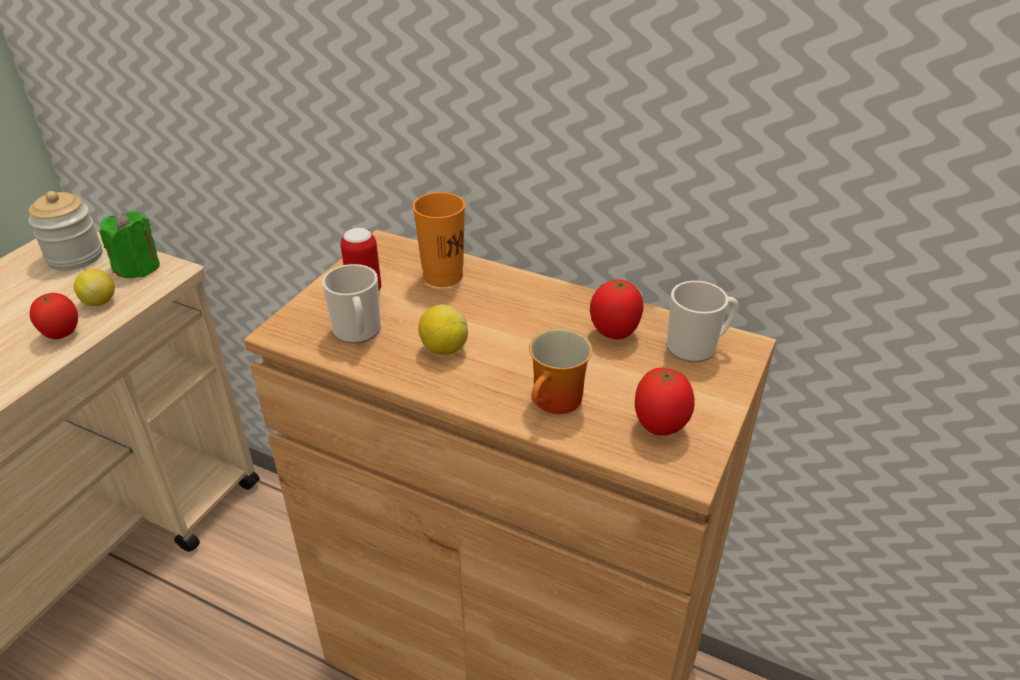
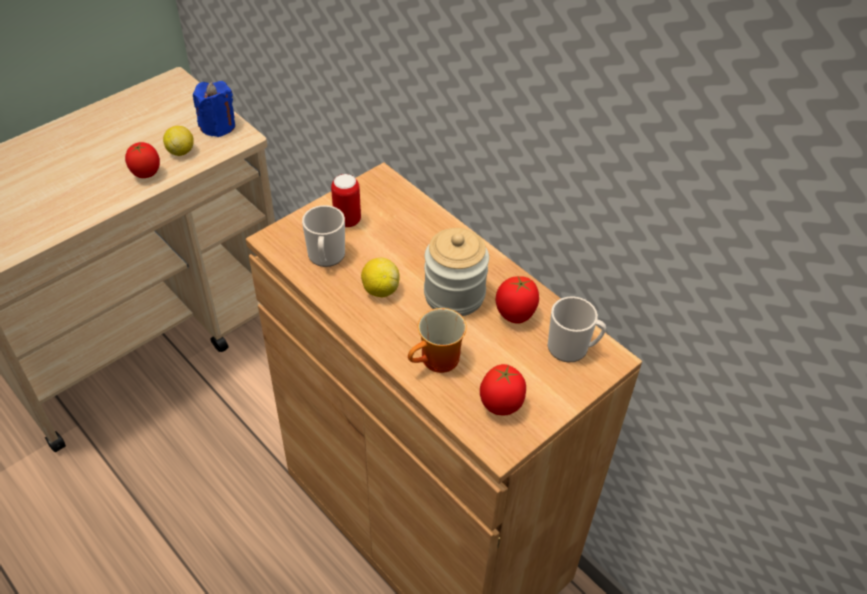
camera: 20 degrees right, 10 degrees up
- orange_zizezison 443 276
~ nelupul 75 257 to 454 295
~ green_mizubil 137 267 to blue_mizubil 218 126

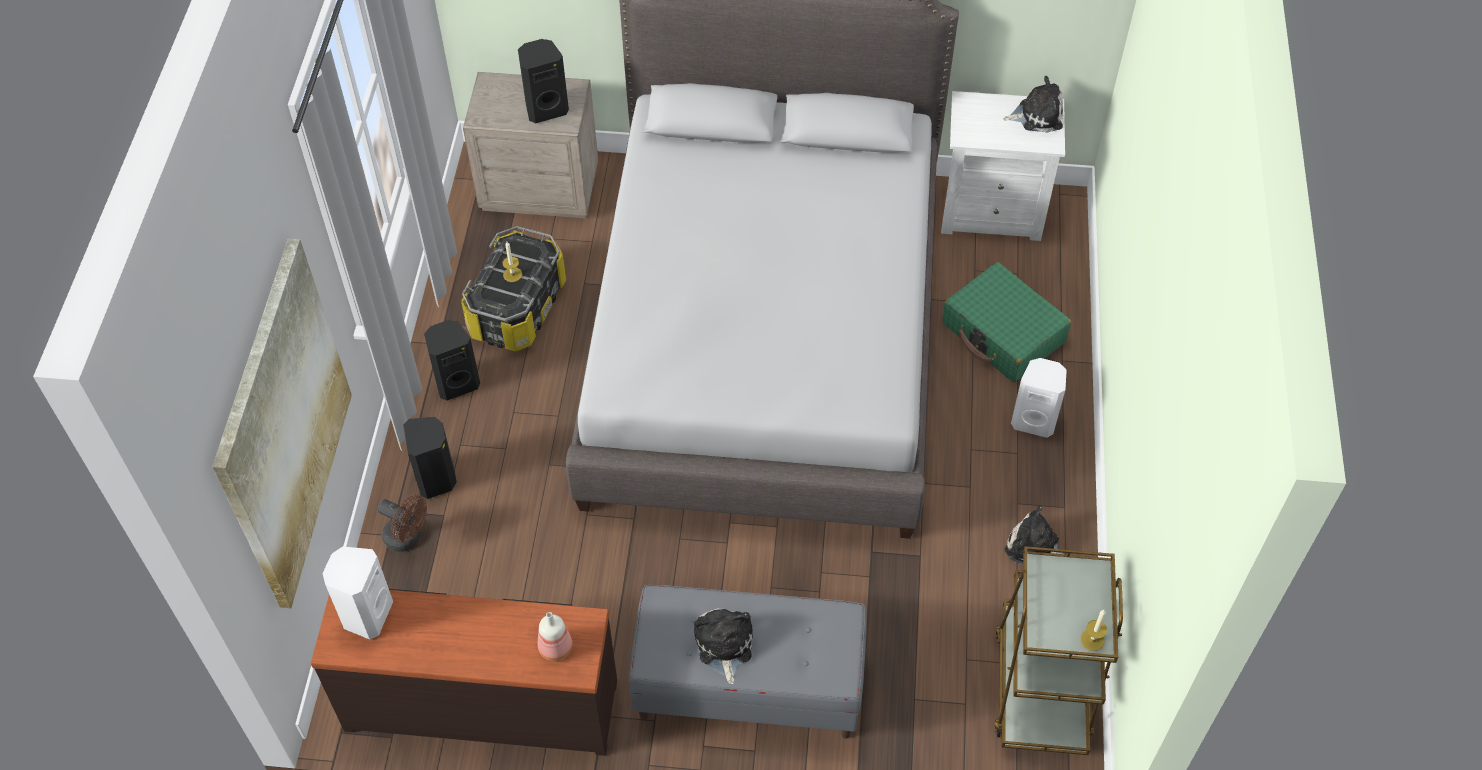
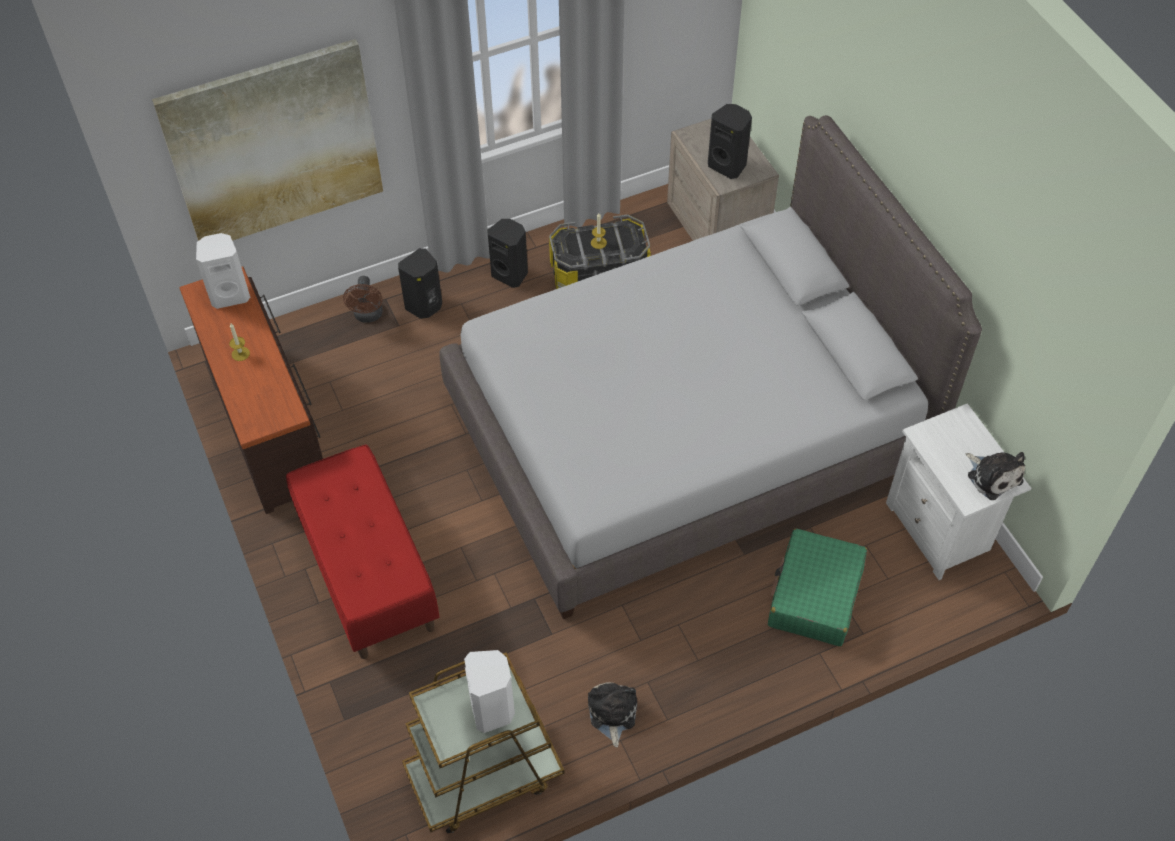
camera: 60 degrees right, 0 degrees up
- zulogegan 556 649
- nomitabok 723 646
~ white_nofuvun 1034 420 to 493 709
~ mizubil 1092 639 to 240 353
~ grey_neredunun 748 687 to red_neredunun 367 573

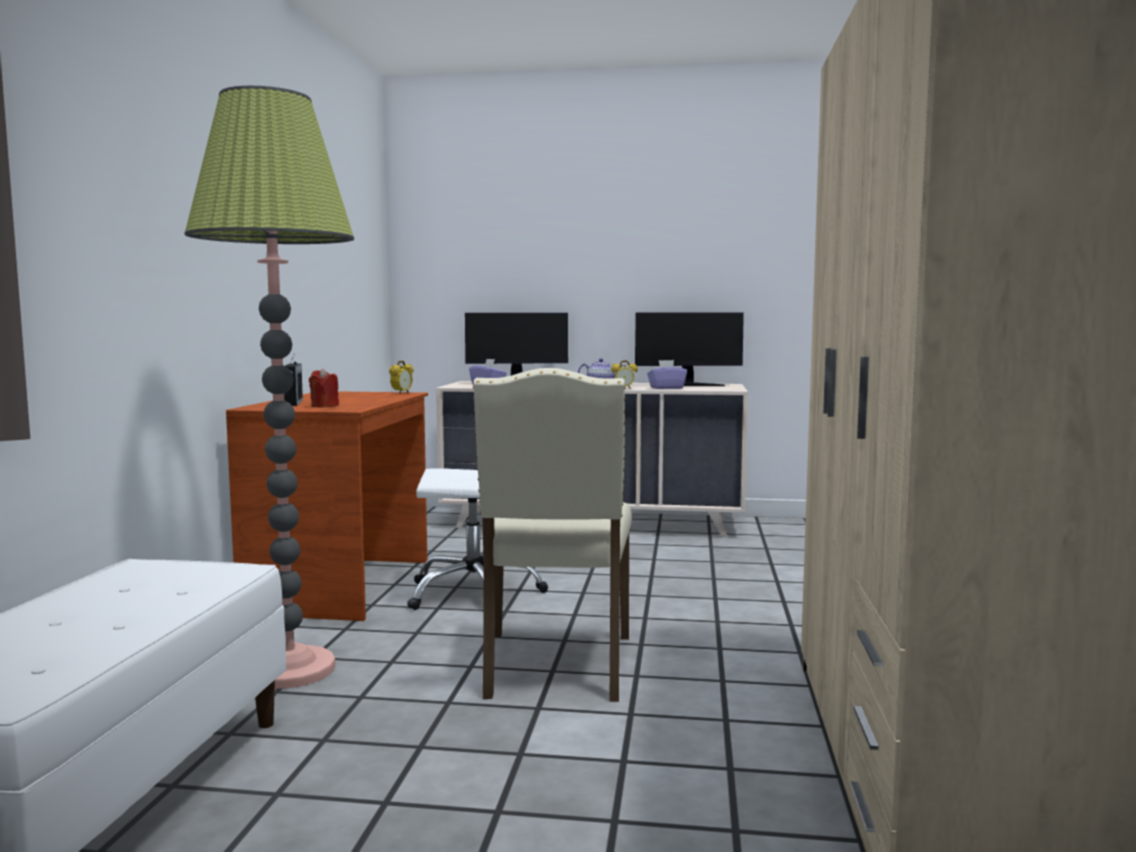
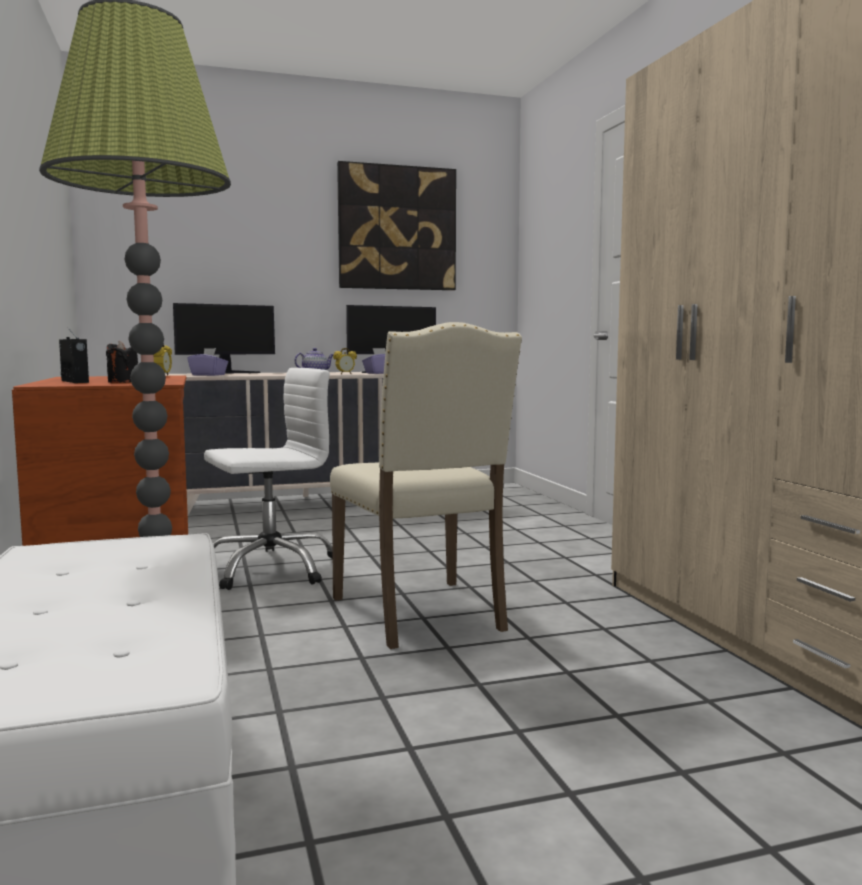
camera: 25 degrees left, 0 degrees up
+ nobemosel 397 228
~ red_mizubil 324 406 to black_mizubil 122 382

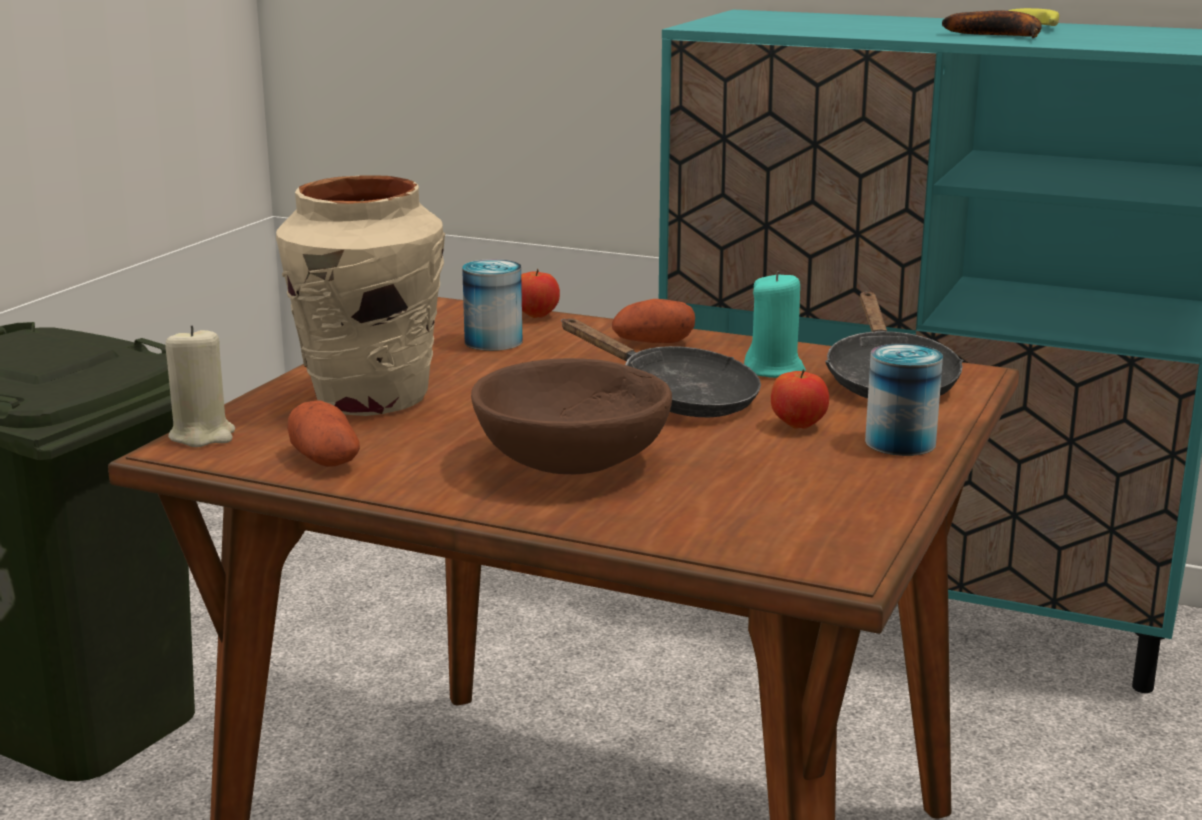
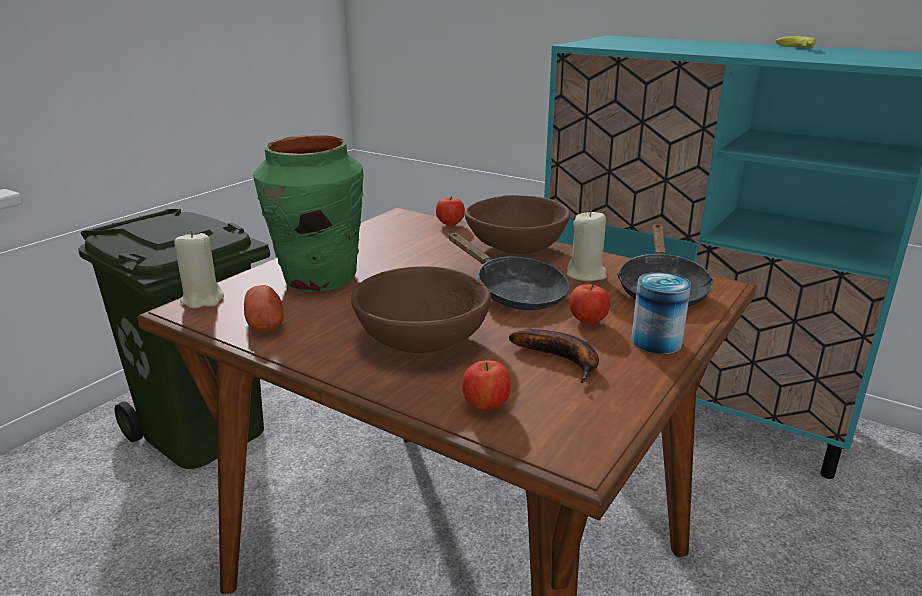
camera: 10 degrees right, 5 degrees up
- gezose 493 341
+ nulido 486 406
~ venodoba 1001 36 to 562 360
~ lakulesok 653 343 to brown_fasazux 514 248
~ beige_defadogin 370 399 to green_defadogin 319 279
~ turquoise_mizubil 774 370 to beige_mizubil 586 274

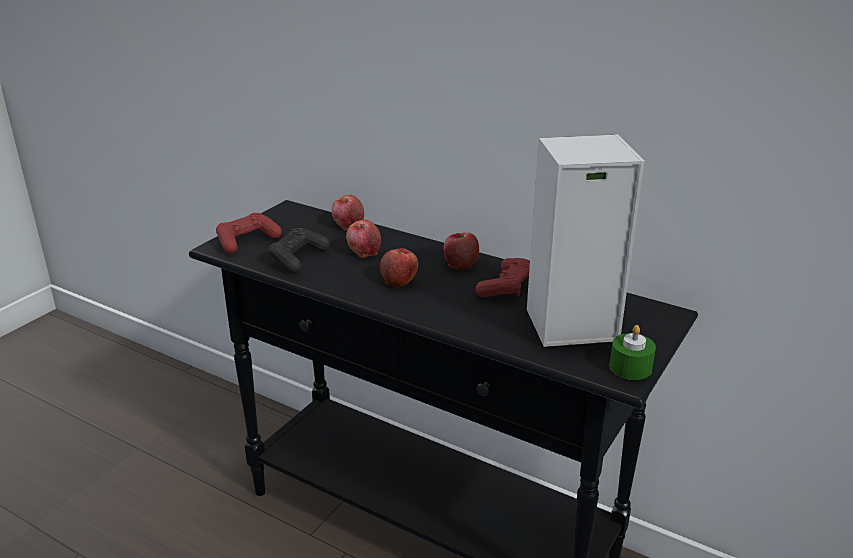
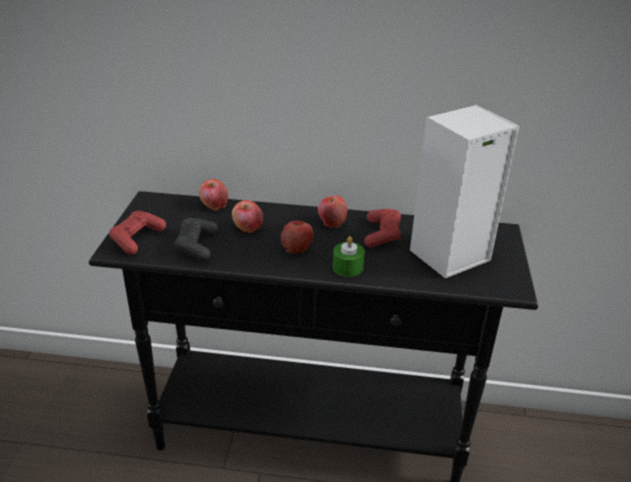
camera: 25 degrees left, 5 degrees up
~ green_mizubil 630 367 to 348 267

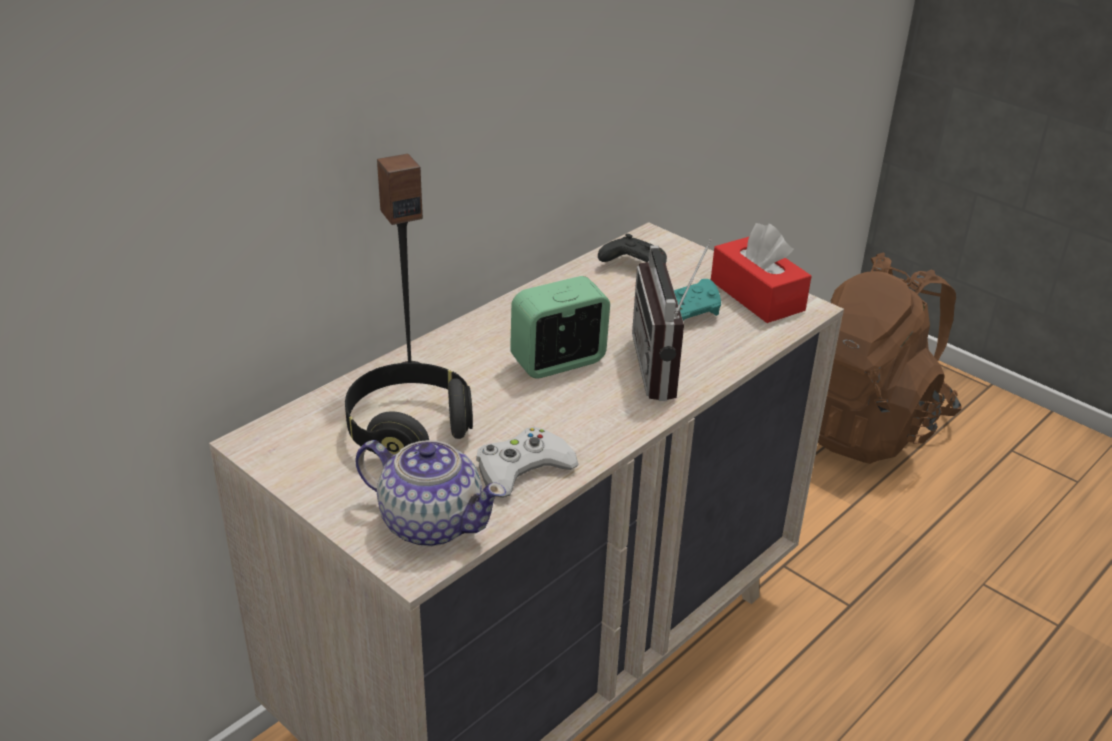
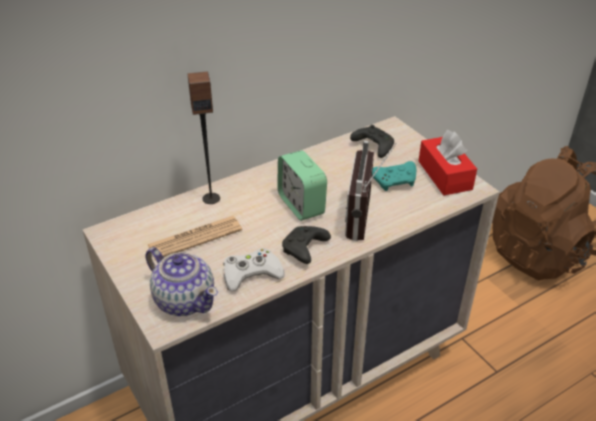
camera: 15 degrees right, 5 degrees up
+ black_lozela 304 250
~ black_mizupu 408 430 to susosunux 195 238
~ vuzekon 559 362 = 301 205 105 degrees counterclockwise

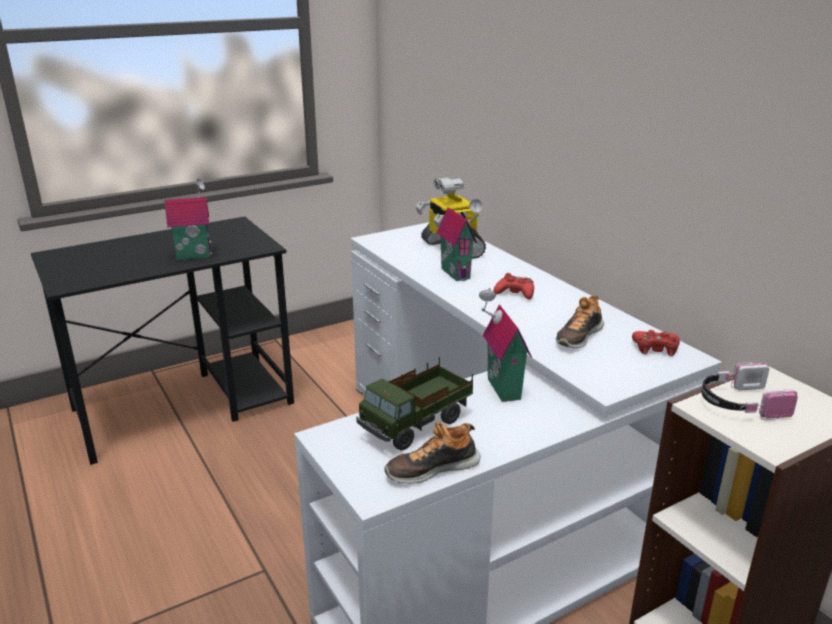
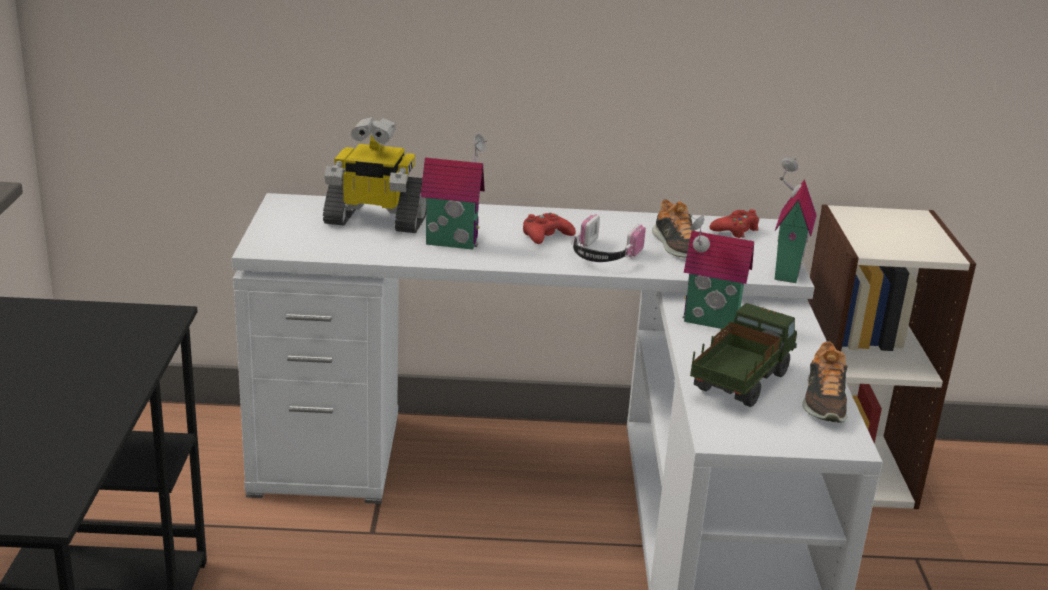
camera: 60 degrees left, 0 degrees up
~ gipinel 193 255 to 784 271
~ mizupu 739 404 to 603 255
~ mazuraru 417 425 = 740 383 135 degrees counterclockwise

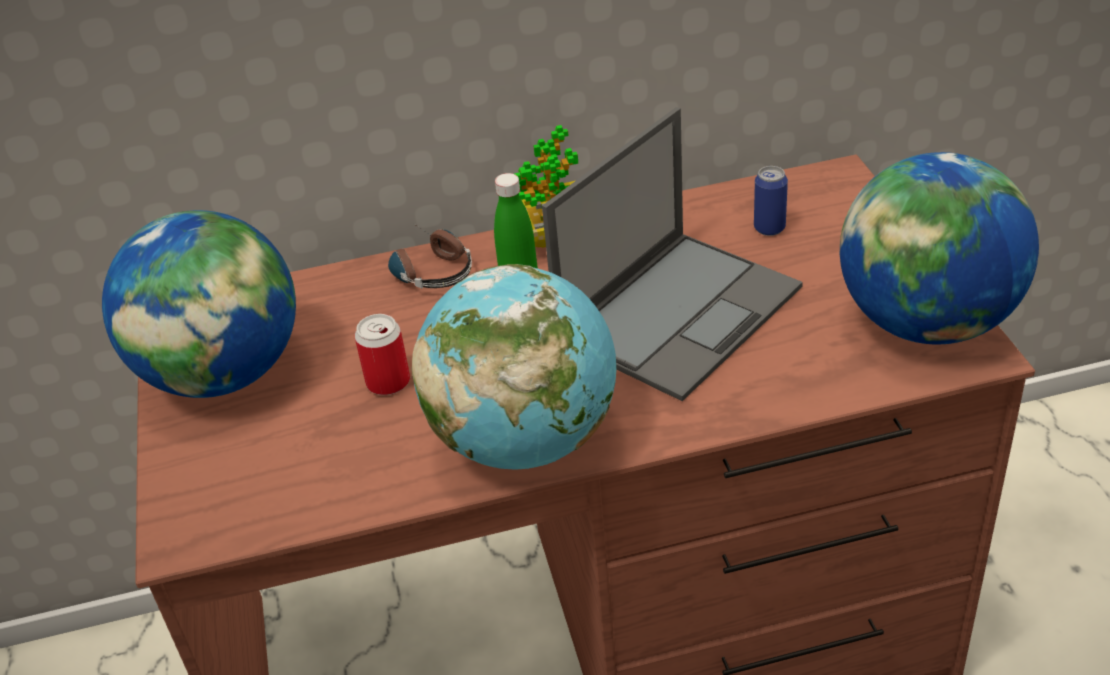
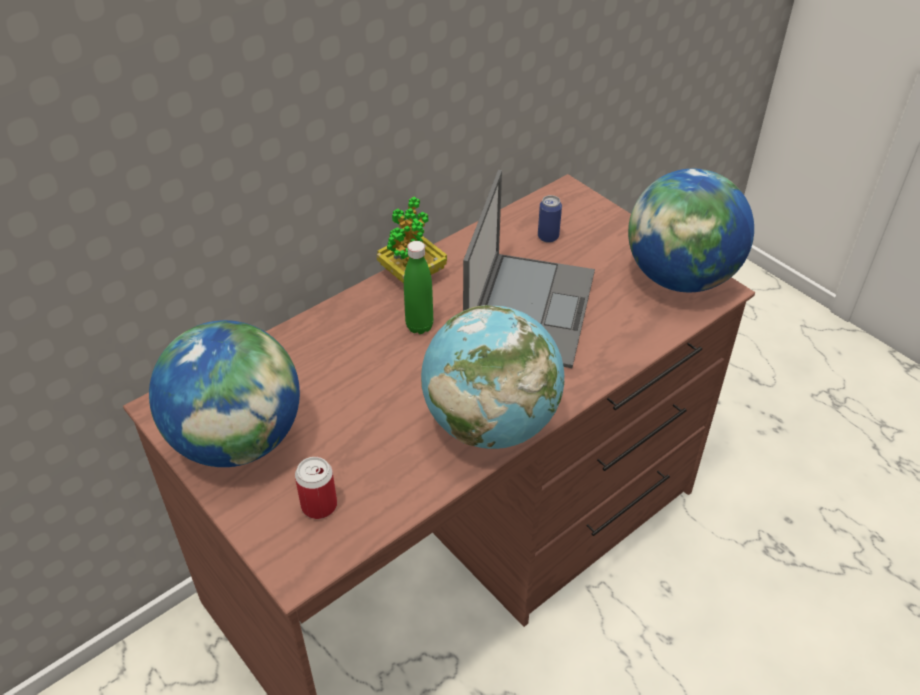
camera: 30 degrees left, 5 degrees up
- mizupu 428 268
~ gezose 388 382 to 319 505

